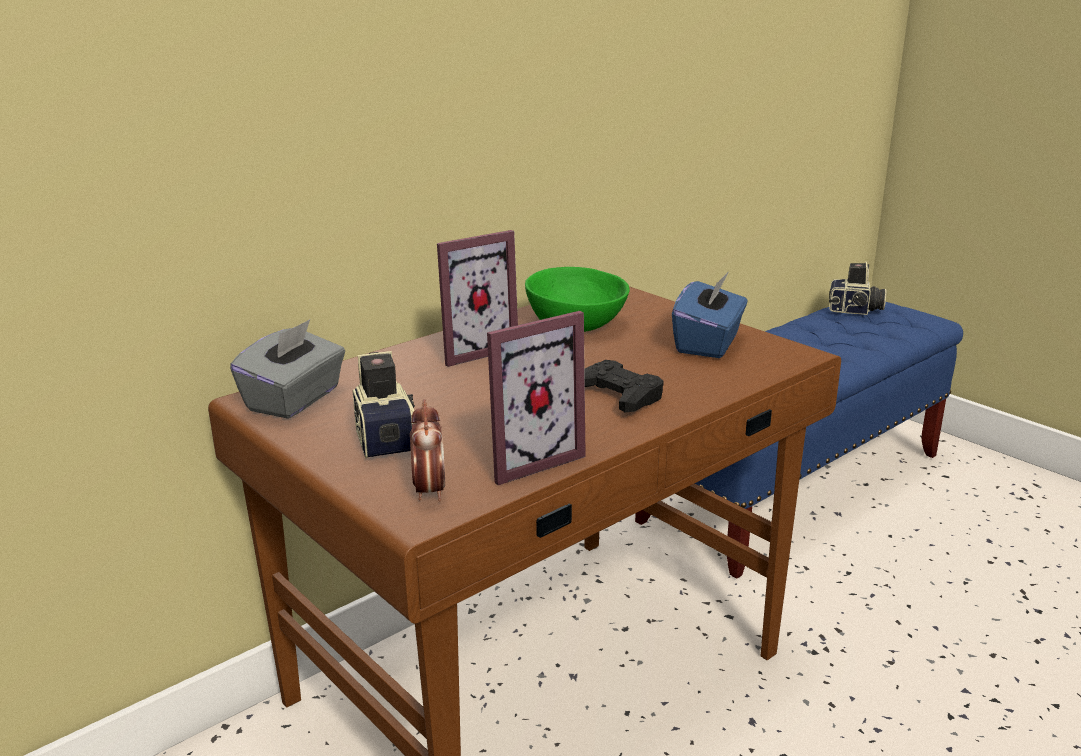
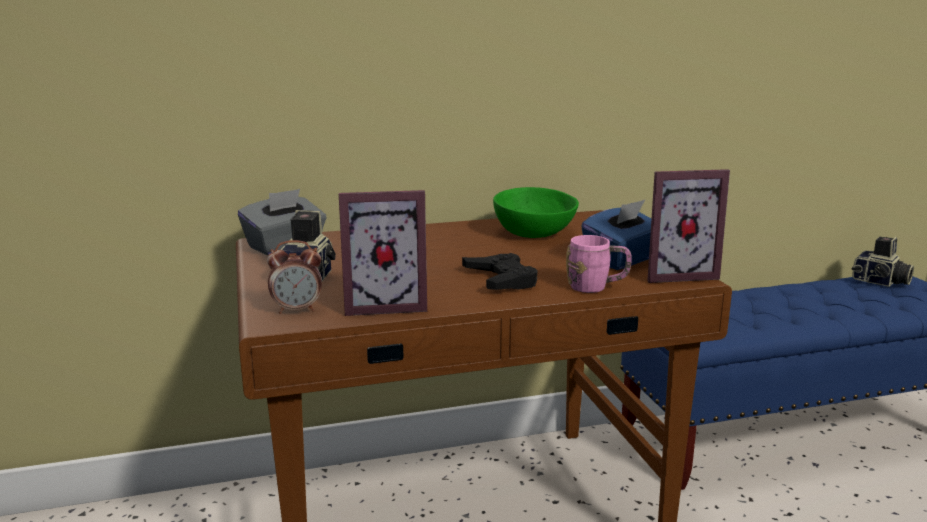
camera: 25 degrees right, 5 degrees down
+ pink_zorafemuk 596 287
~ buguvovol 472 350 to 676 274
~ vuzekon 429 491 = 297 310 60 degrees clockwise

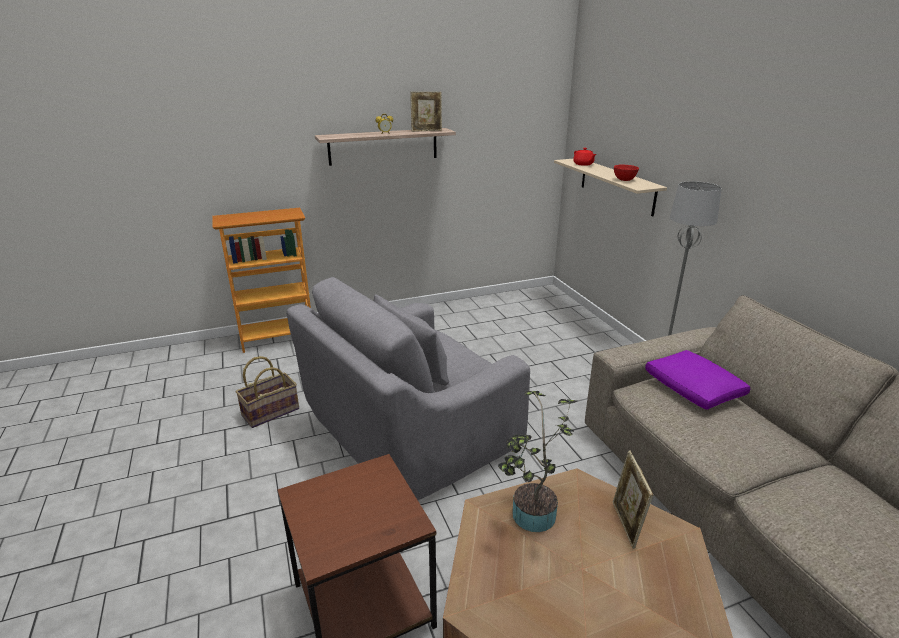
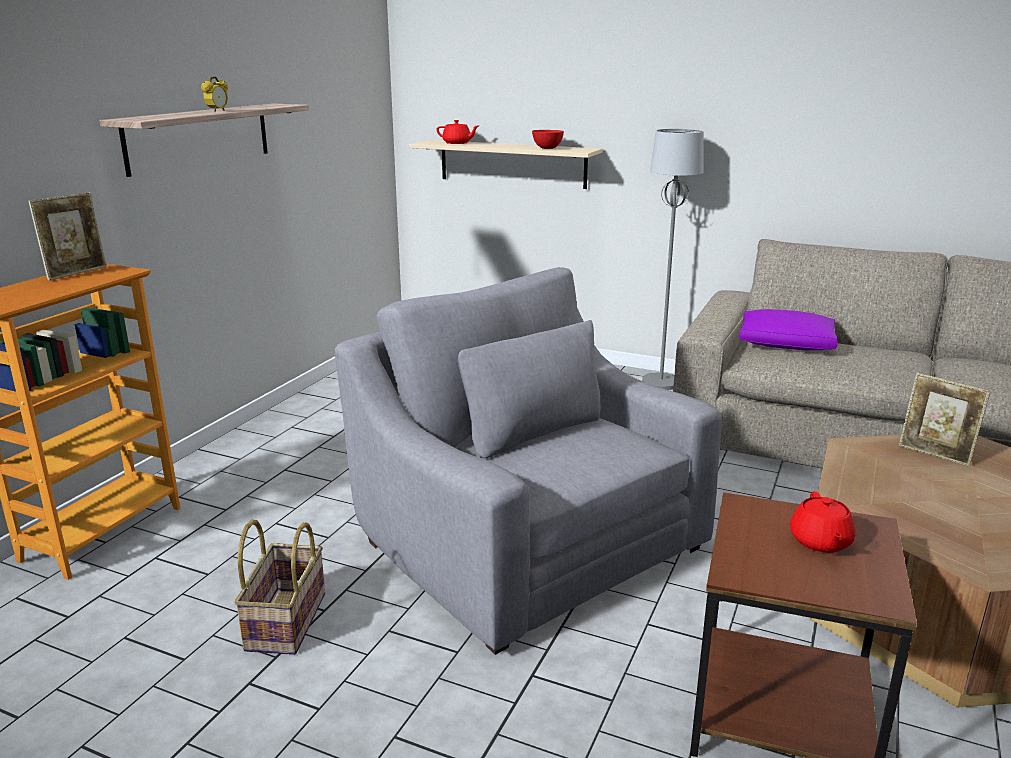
camera: 45 degrees left, 5 degrees down
- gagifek 530 518
+ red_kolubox 820 542
~ buguvovol 426 131 to 77 273
~ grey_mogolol 410 436 = 527 542 135 degrees clockwise

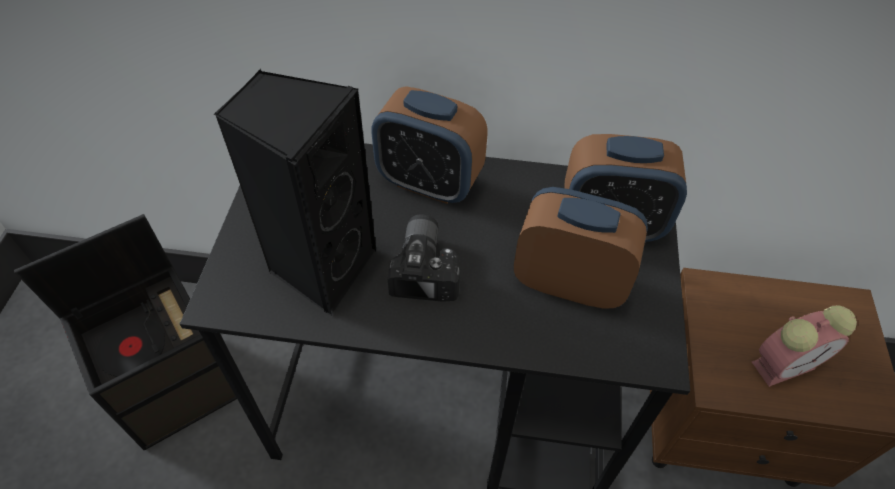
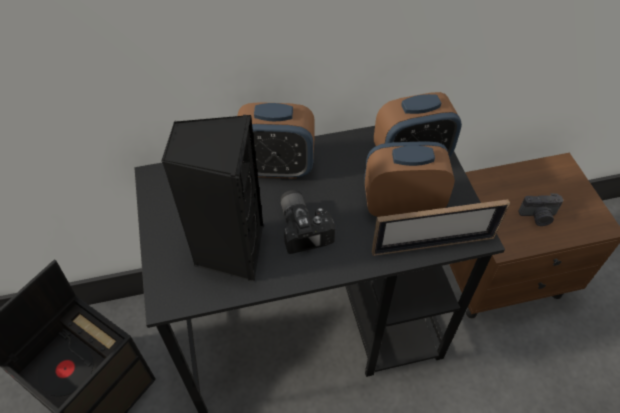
camera: 20 degrees left, 0 degrees up
+ buguvovol 433 244
~ vuzekon 784 364 to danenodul 538 217

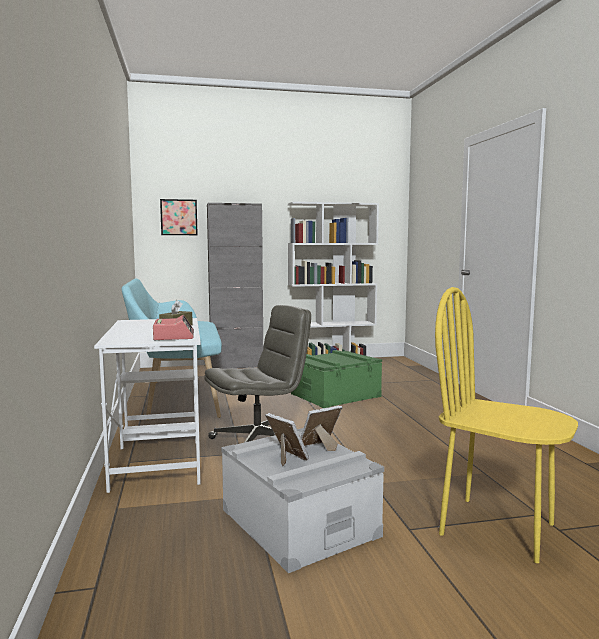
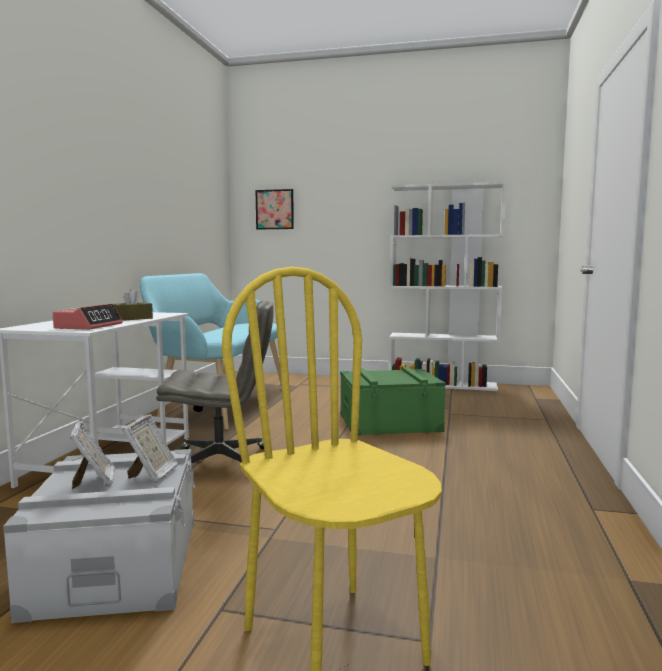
camera: 25 degrees right, 0 degrees up
- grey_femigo 236 366
~ buguvovol 319 447 = 152 475 105 degrees clockwise

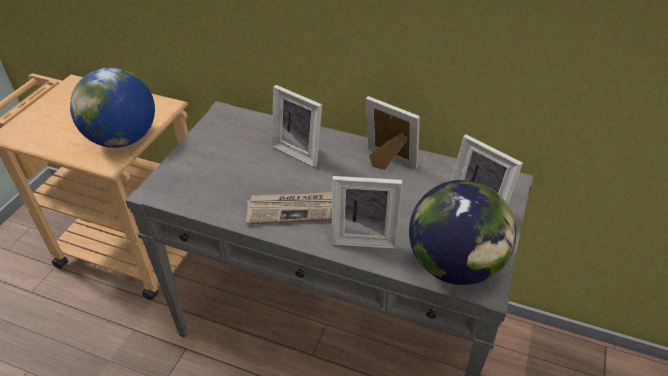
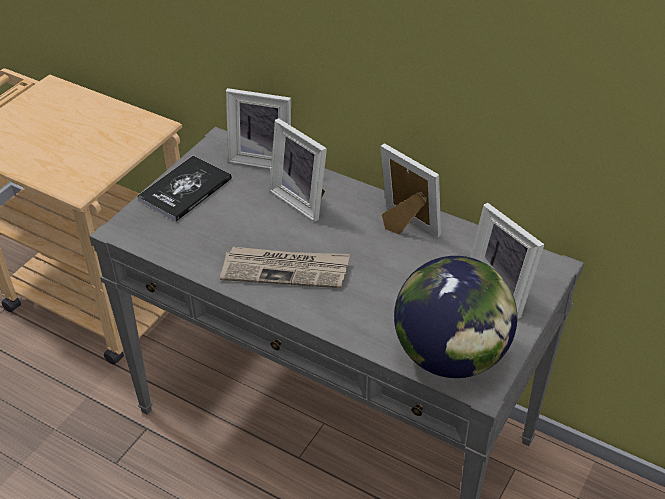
camera: 10 degrees right, 0 degrees up
- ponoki 123 138
+ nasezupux 185 189
~ buguvovol 364 236 to 262 158

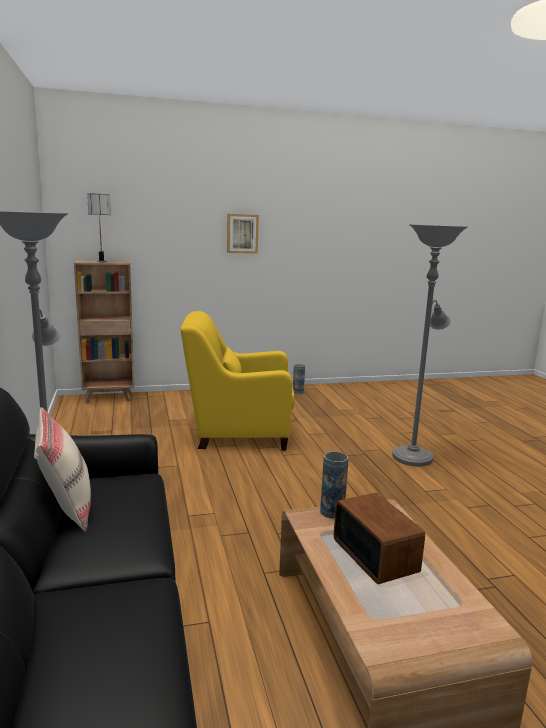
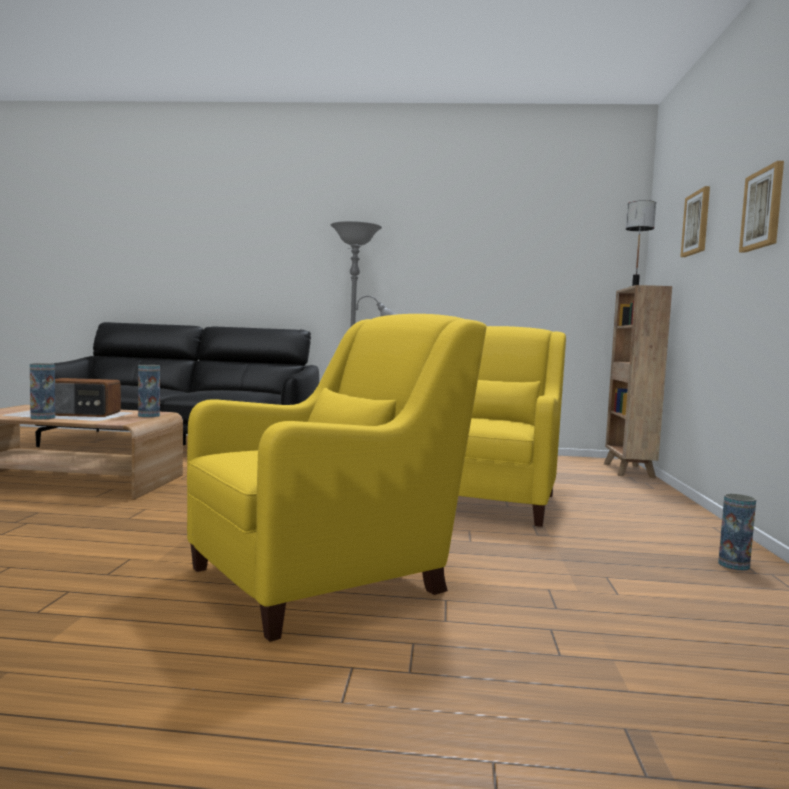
camera: 110 degrees right, 10 degrees down
- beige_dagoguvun 66 508
+ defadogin 43 418
+ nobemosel 696 223
~ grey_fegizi 414 455 to yellow_mogolol 326 577

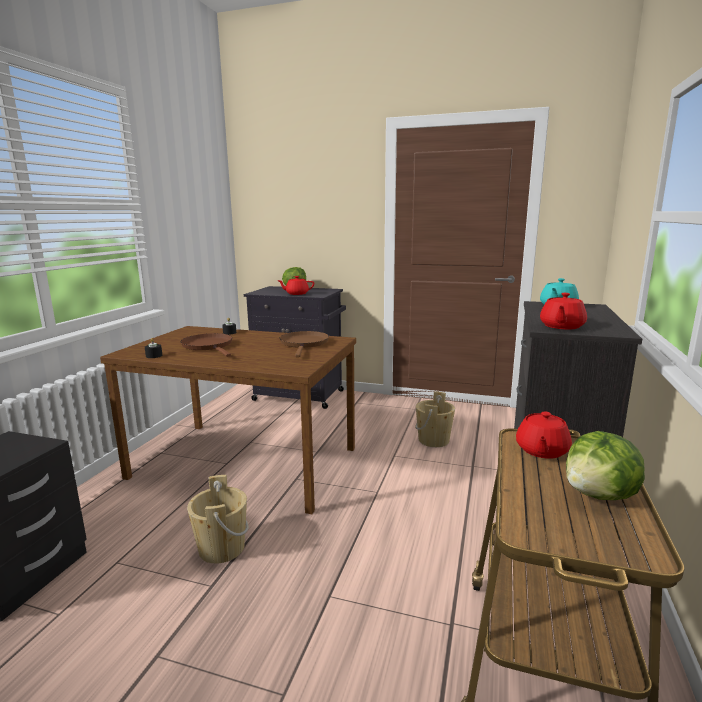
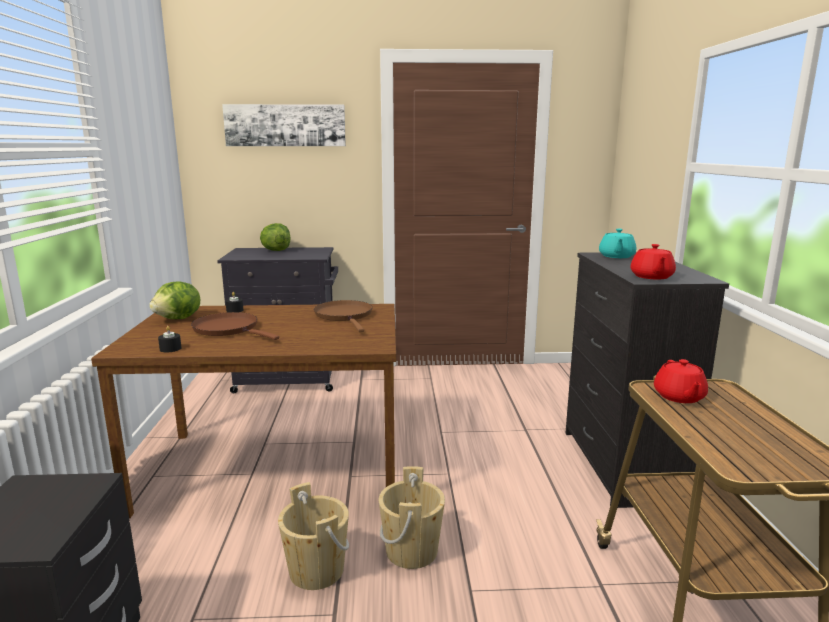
camera: 20 degrees left, 0 degrees up
- red_kolubox 296 294
+ nobemosel 285 125
~ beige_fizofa 433 440 to 411 551
~ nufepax 599 495 to 179 319

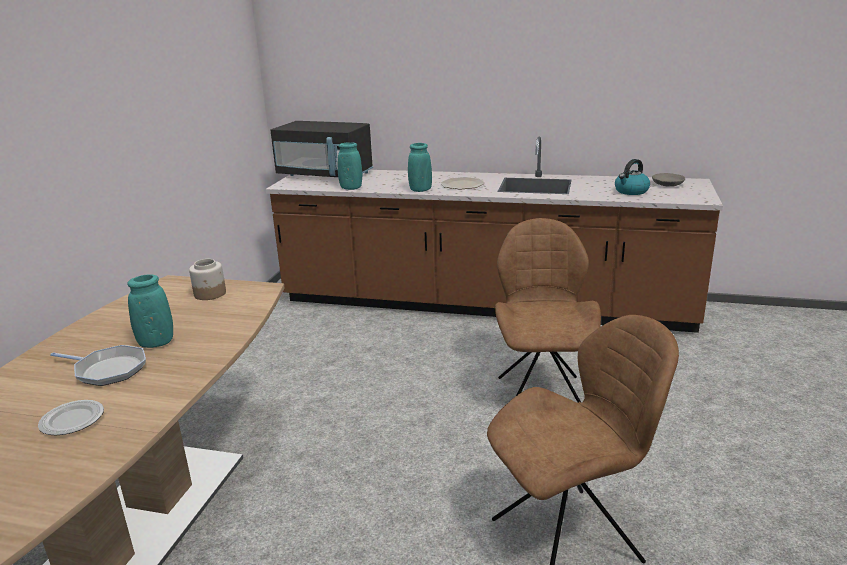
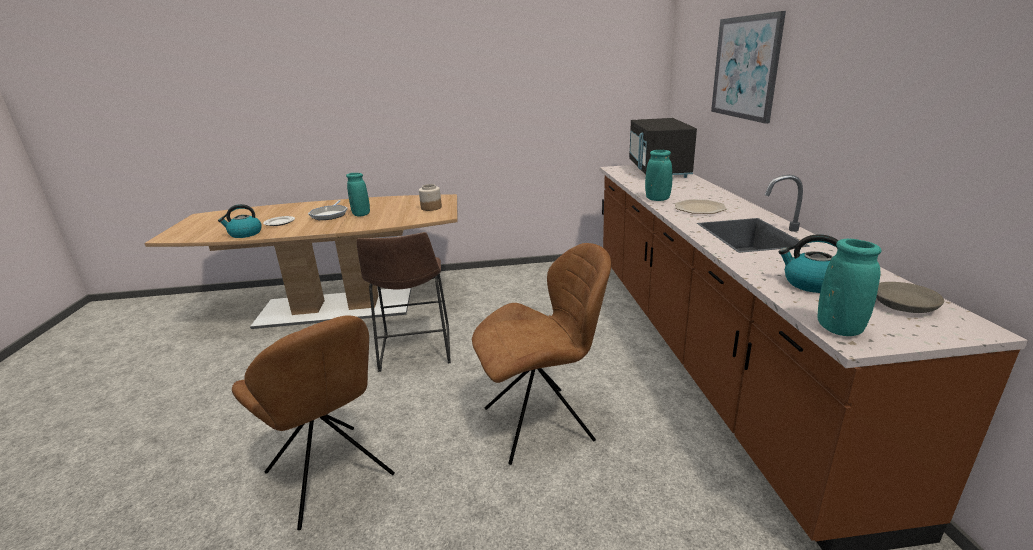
camera: 70 degrees right, 0 degrees up
+ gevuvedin 245 234
+ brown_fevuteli 415 351
+ nobemosel 745 67
~ turquoise_defadogin 351 188 to 839 329

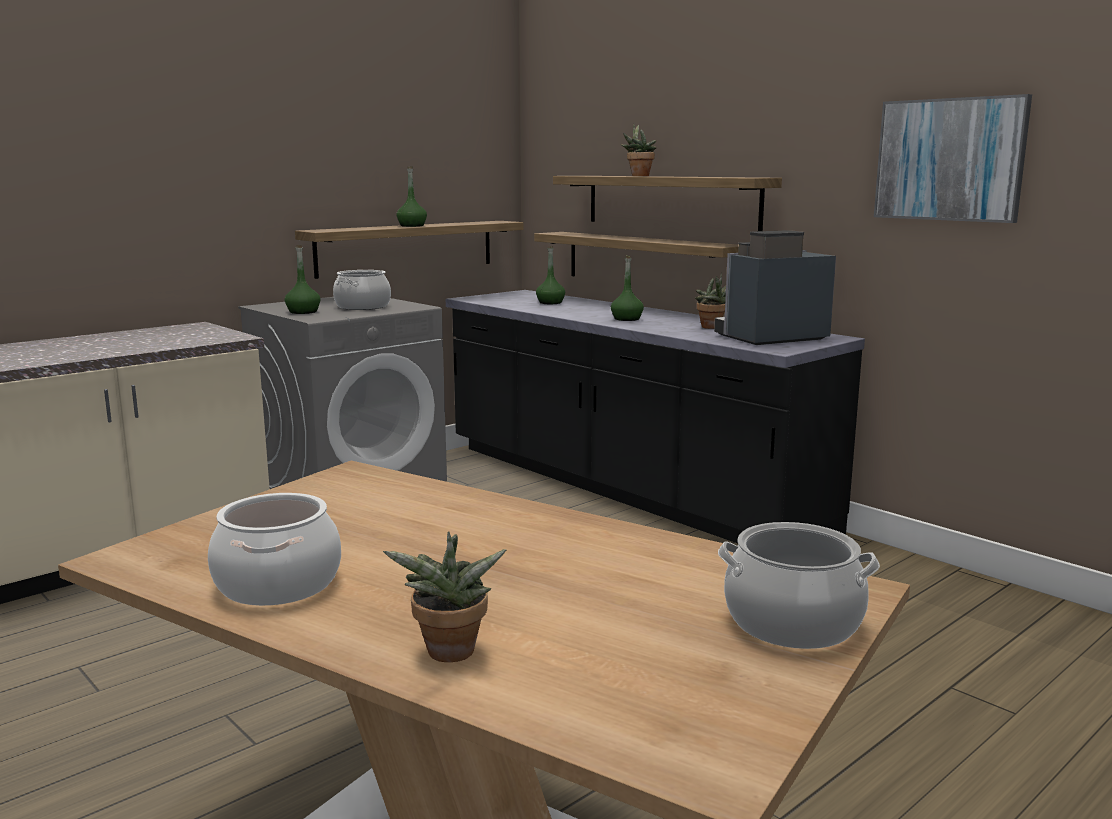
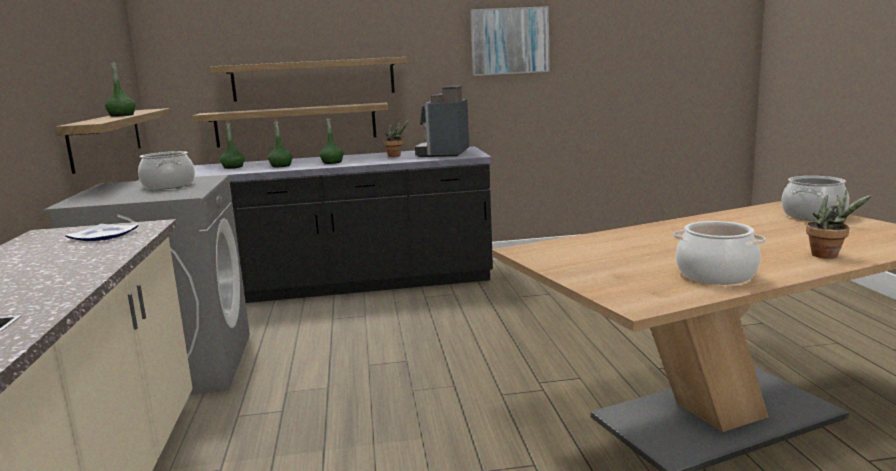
camera: 55 degrees left, 0 degrees up
- gagifek 638 176
+ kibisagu 102 236
~ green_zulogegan 303 312 to 281 166

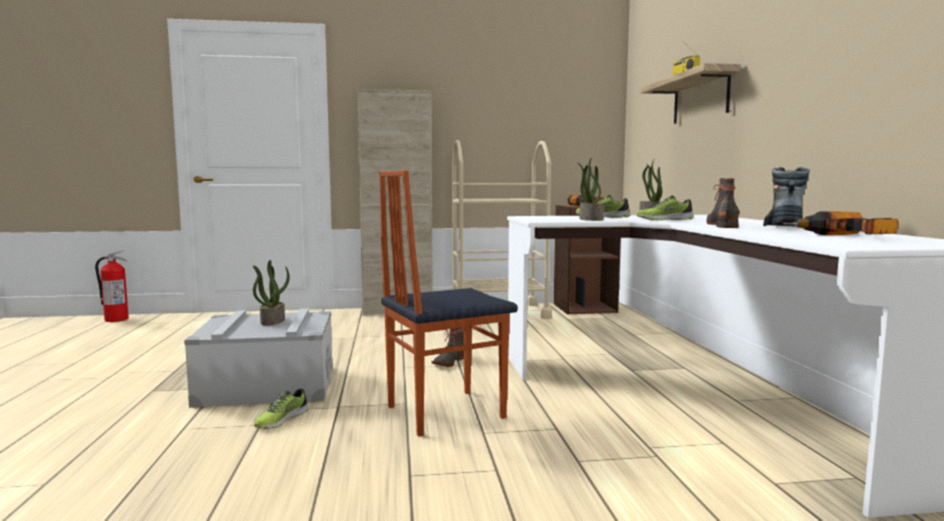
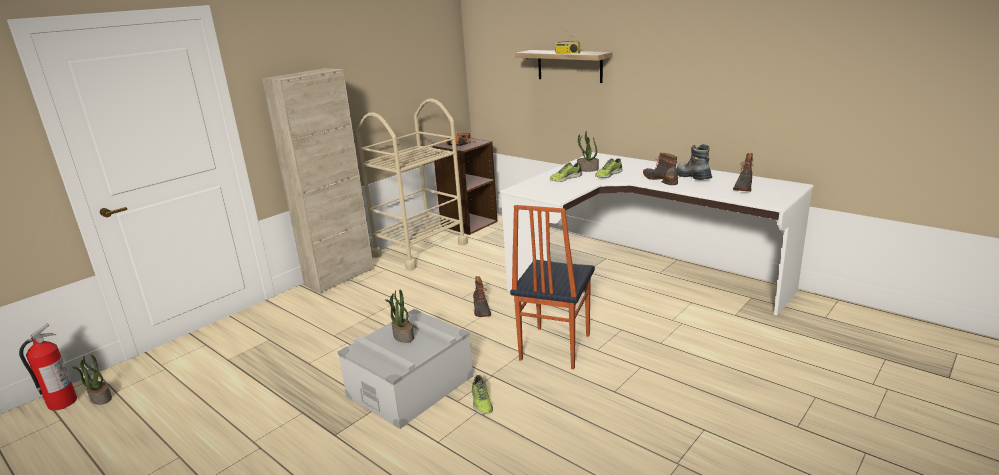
camera: 40 degrees left, 15 degrees up
~ gagifek 590 219 to 100 398
~ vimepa 843 236 to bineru 743 187

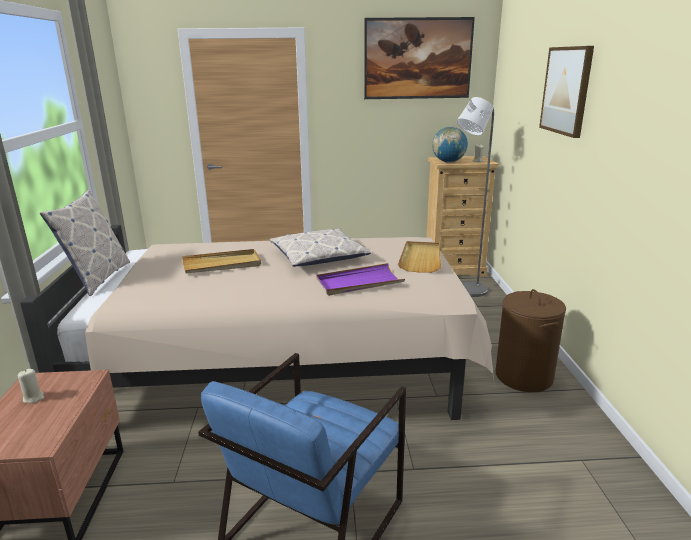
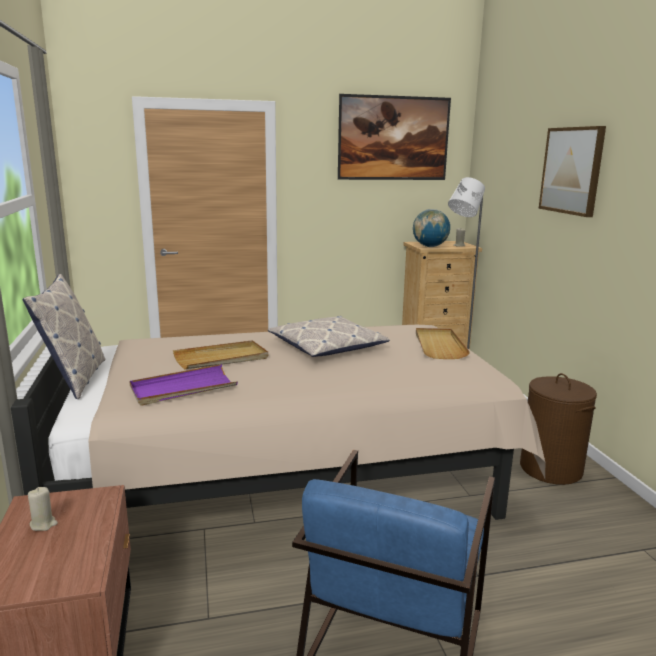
camera: 10 degrees left, 5 degrees down
~ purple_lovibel 359 282 to 183 388

